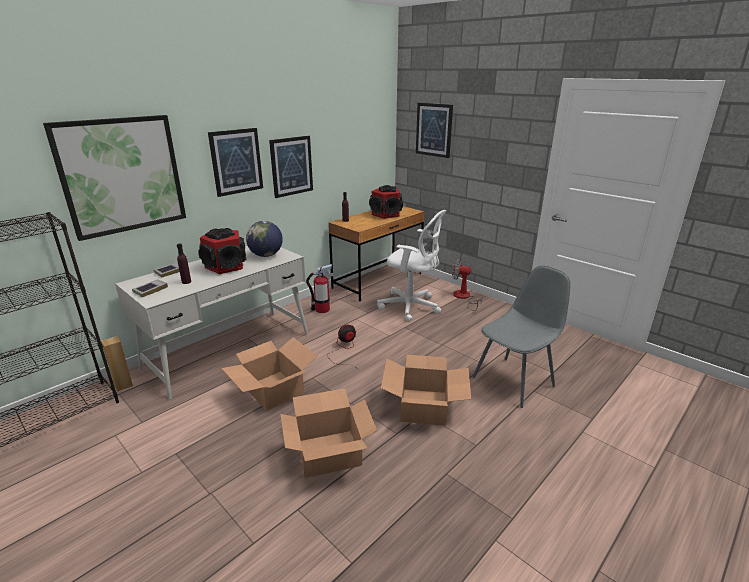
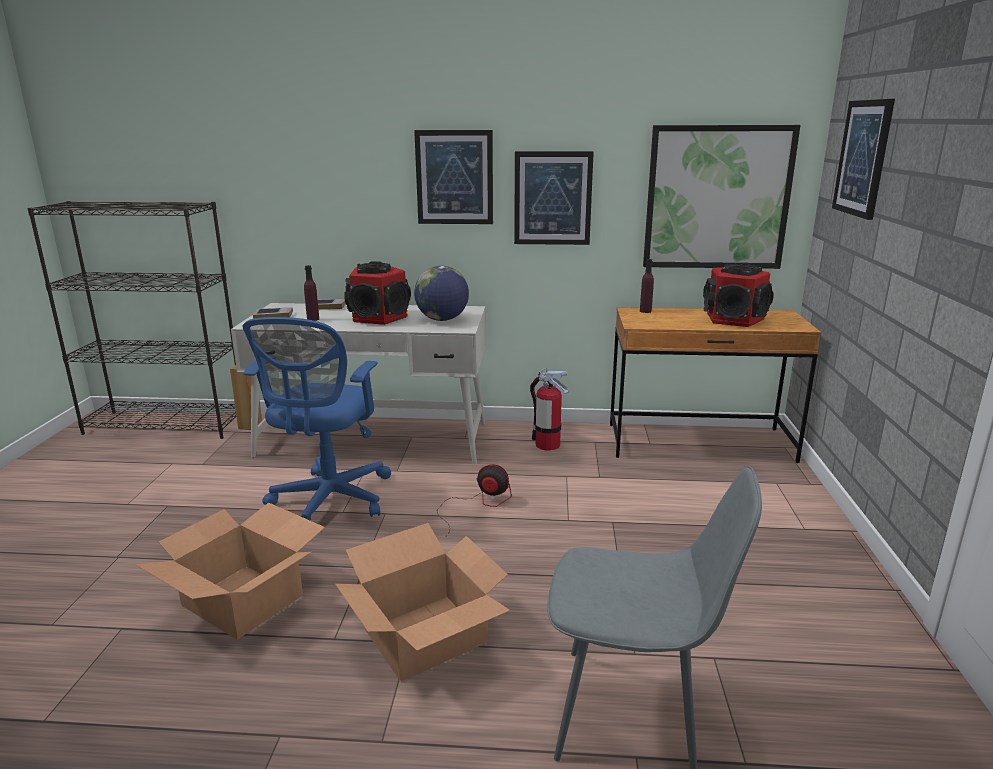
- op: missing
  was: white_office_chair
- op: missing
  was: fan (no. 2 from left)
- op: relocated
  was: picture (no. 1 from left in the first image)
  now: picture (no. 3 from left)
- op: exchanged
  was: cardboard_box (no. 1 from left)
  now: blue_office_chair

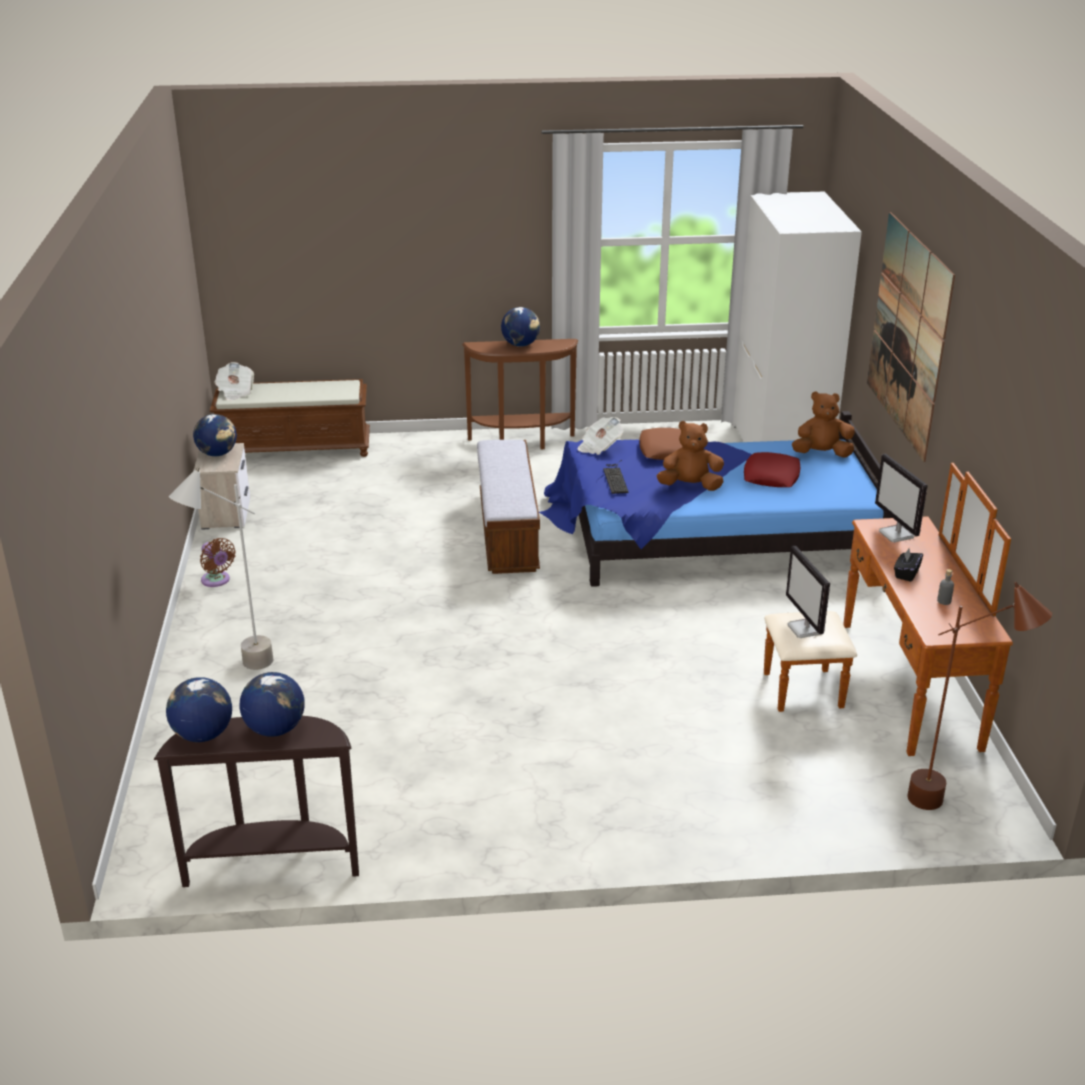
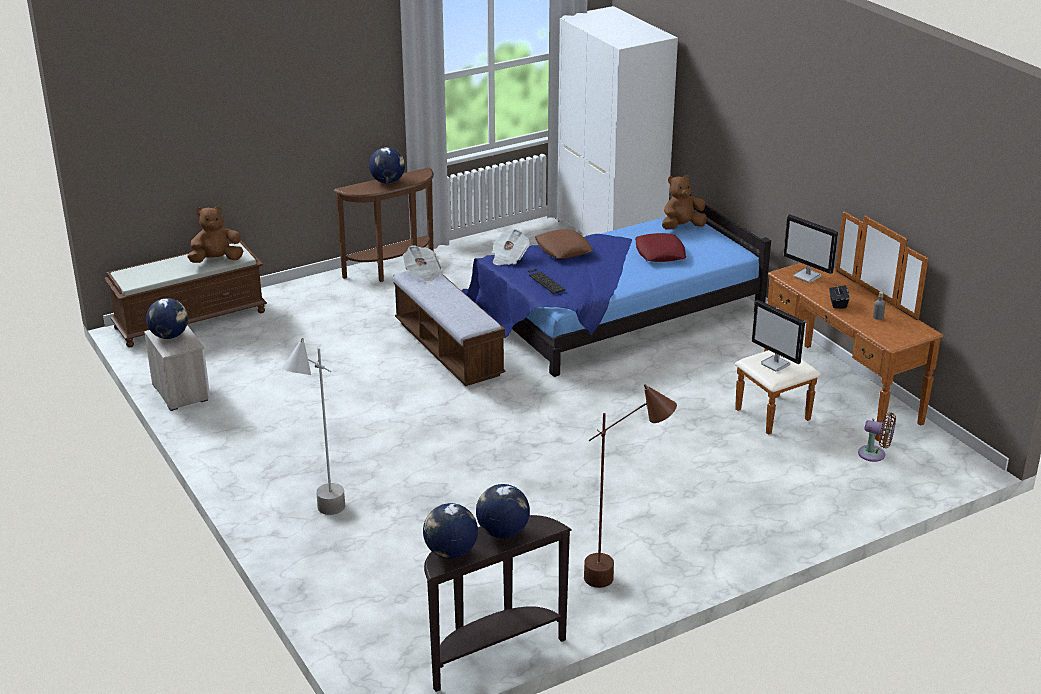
- op: missing
  was: picture
- op: relocated
  was: brown_fan
- op: relocated
  was: newspaper (no. 1 from left)
- op: relocated
  was: brown_plush_toy (no. 1 from left)
- op: relocated
  was: brown_floor_lamp

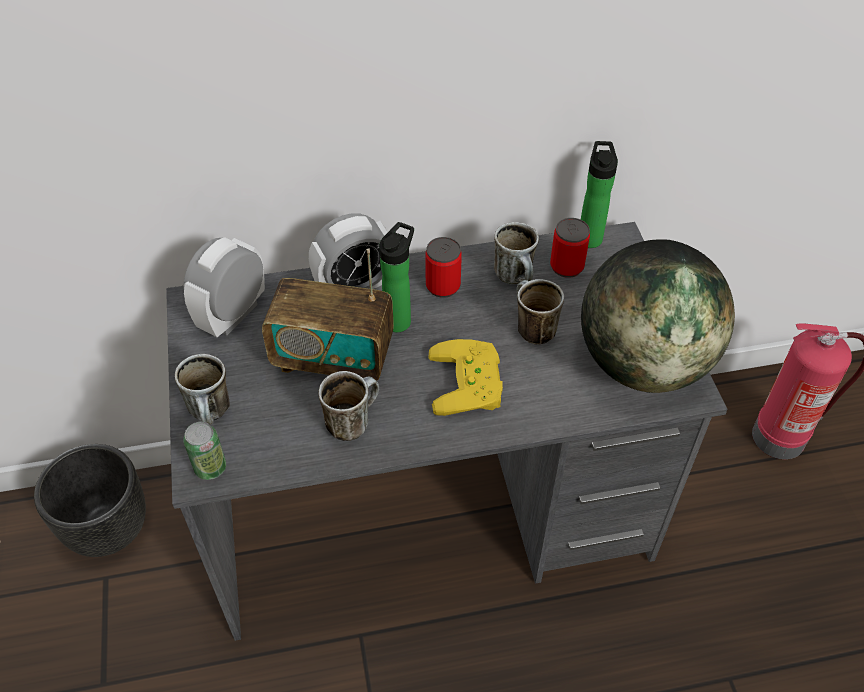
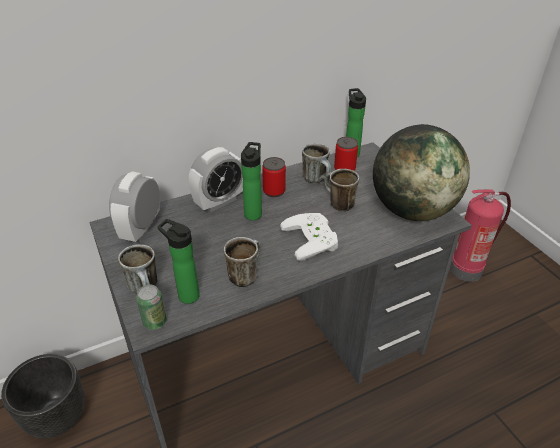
- op: missing
  was: radio
- op: appeared
  now: bottle (no. 1 from left)
- op: colour
  was: yellow_game_controller
  now: white_game_controller

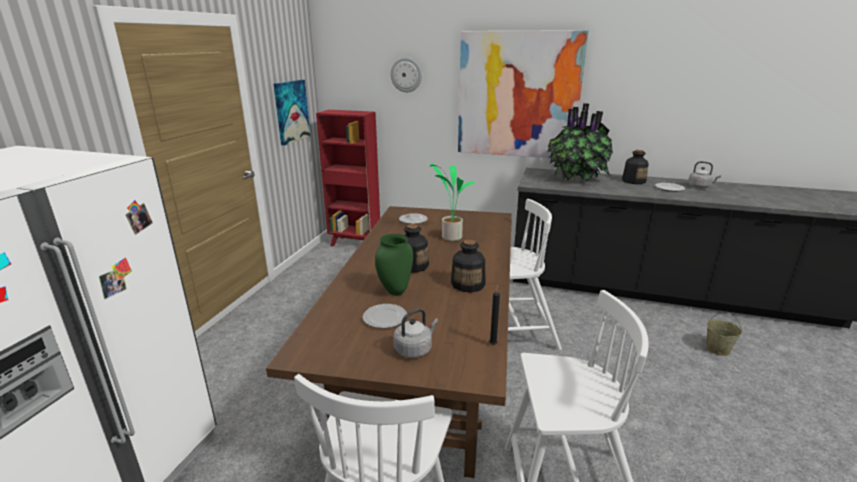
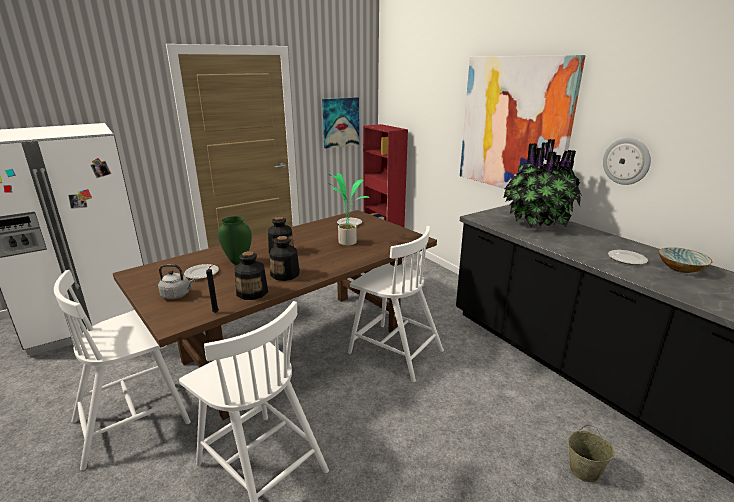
- op: relocated
  was: wall_clock
- op: relocated
  was: bottle (no. 3 from left in the first image)
  now: bottle (no. 1 from left)
- op: exchanged
  was: grey_kettle (no. 2 from left)
  now: bowl

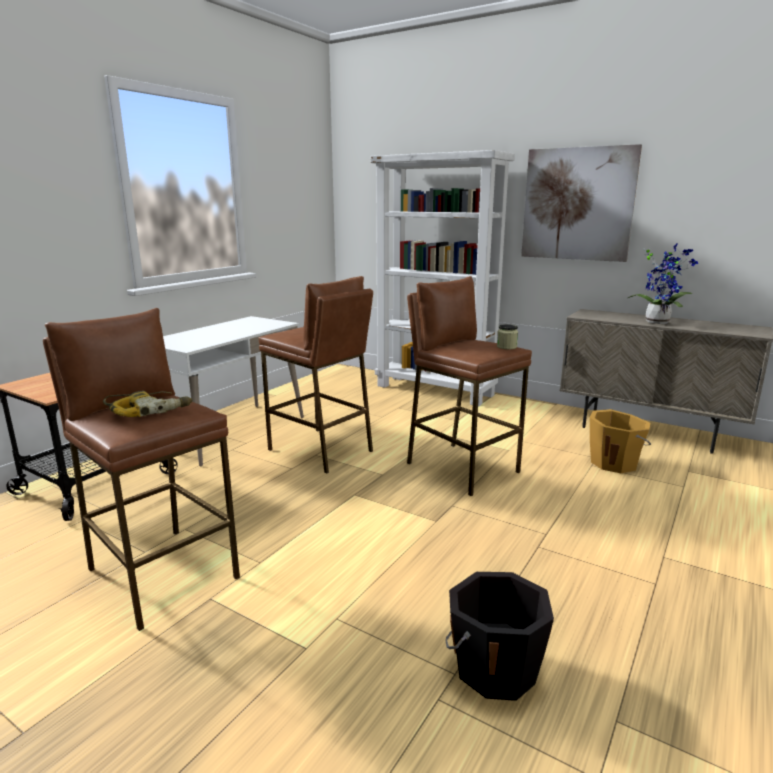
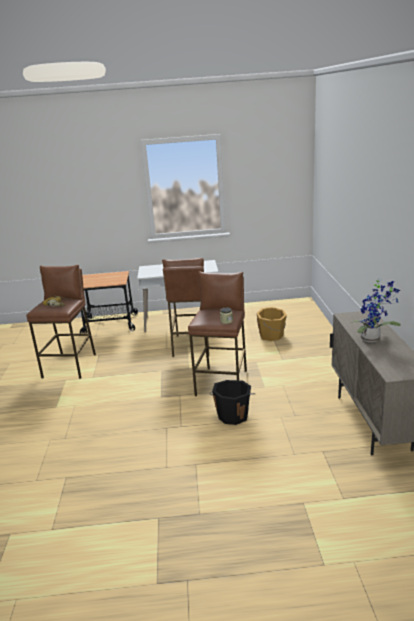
- op: missing
  was: white_bookcase
- op: missing
  was: picture
- op: relocated
  was: black_bucket
- op: relocated
  was: orange_bucket

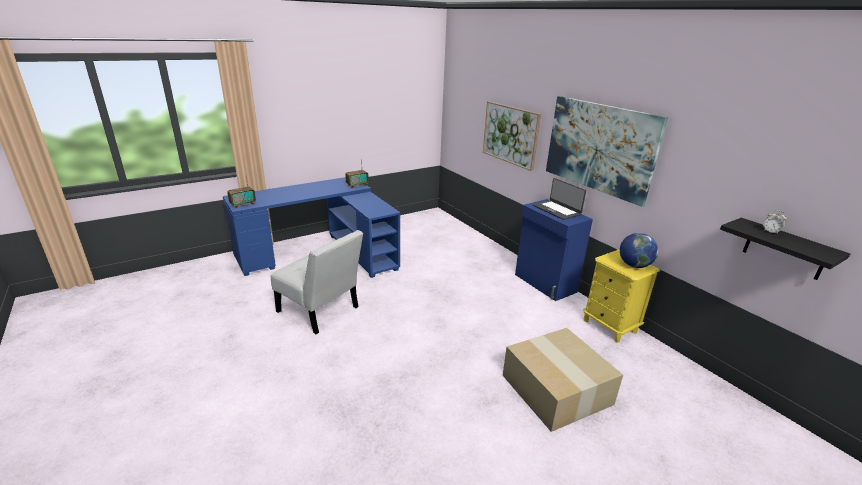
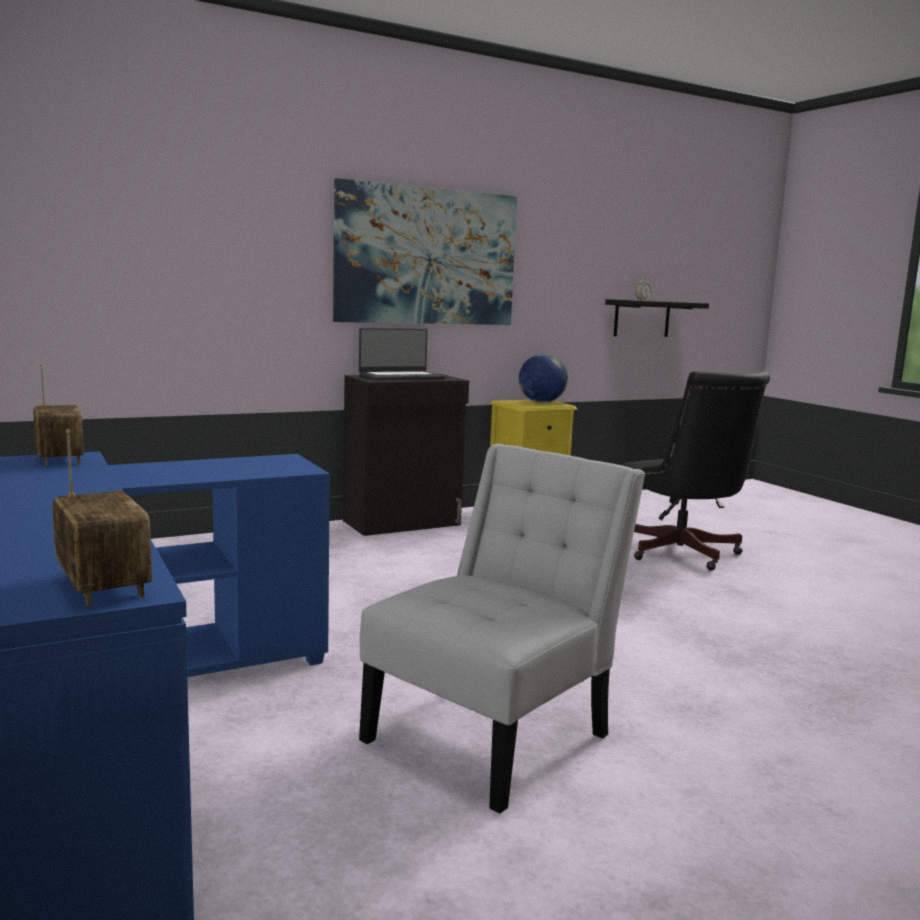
- op: missing
  was: picture (no. 1 from left)
- op: exchanged
  was: cardboard_box
  now: black_office_chair
- op: colour
  was: blue_cabinet
  now: black_cabinet

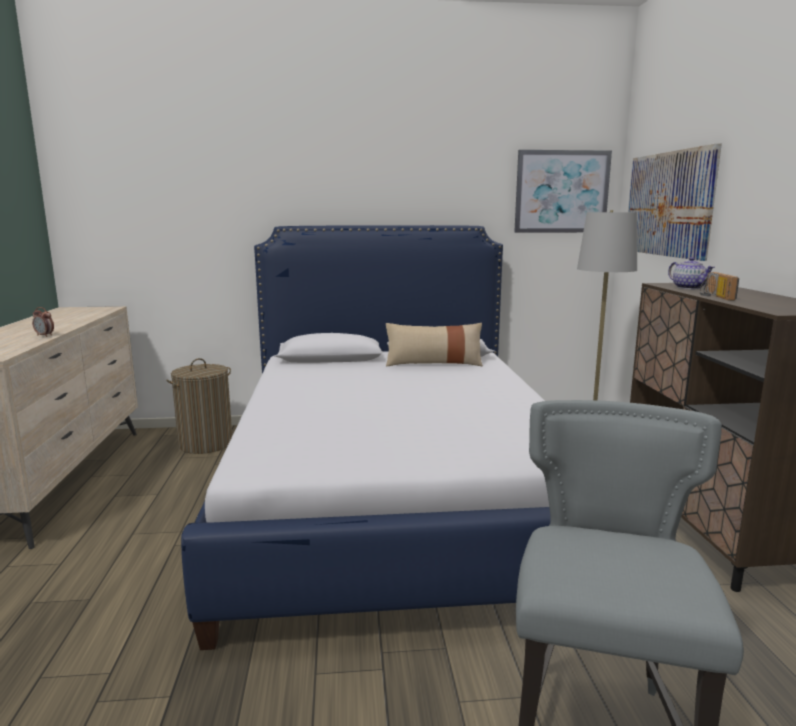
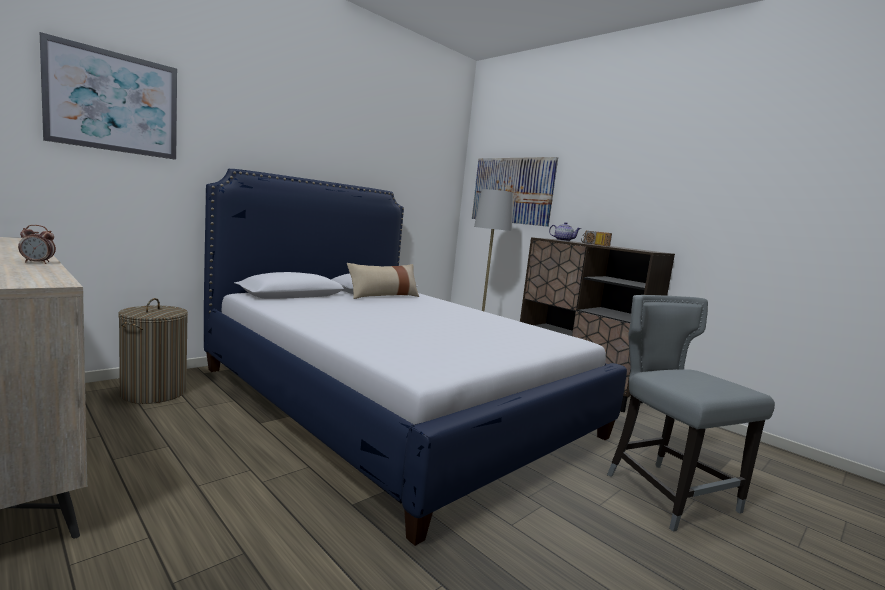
- op: relocated
  was: picture (no. 1 from left)

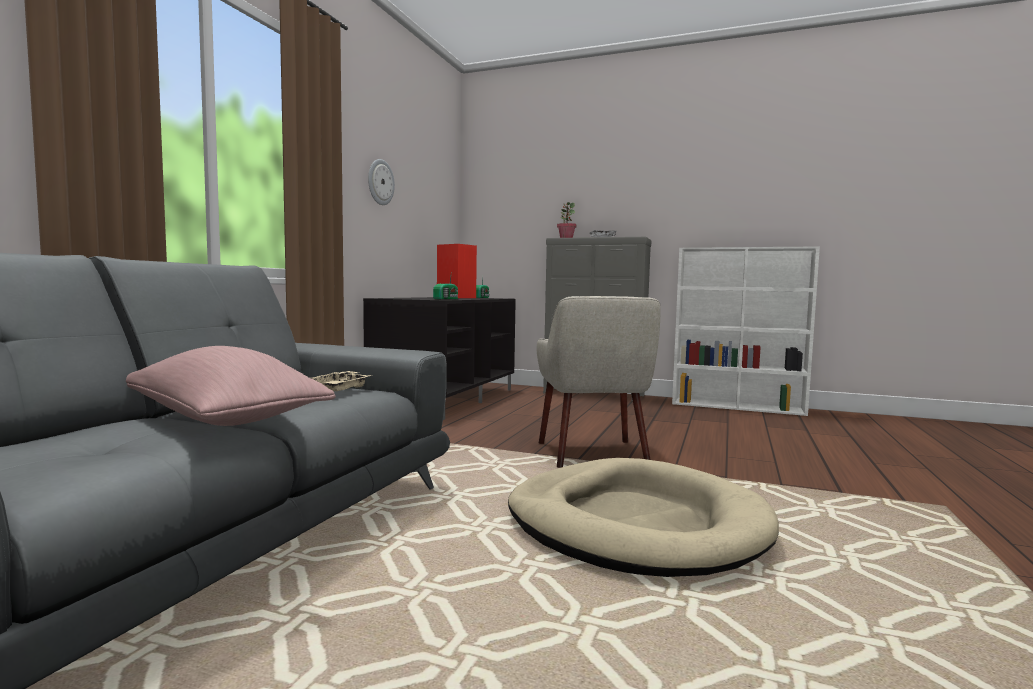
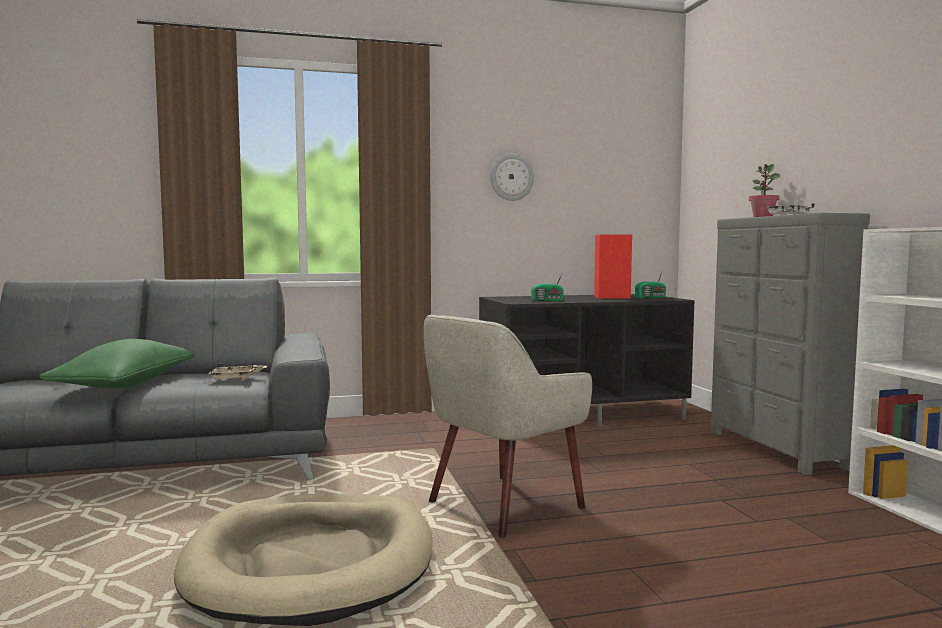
- op: colour
  was: pink_pillow
  now: green_pillow

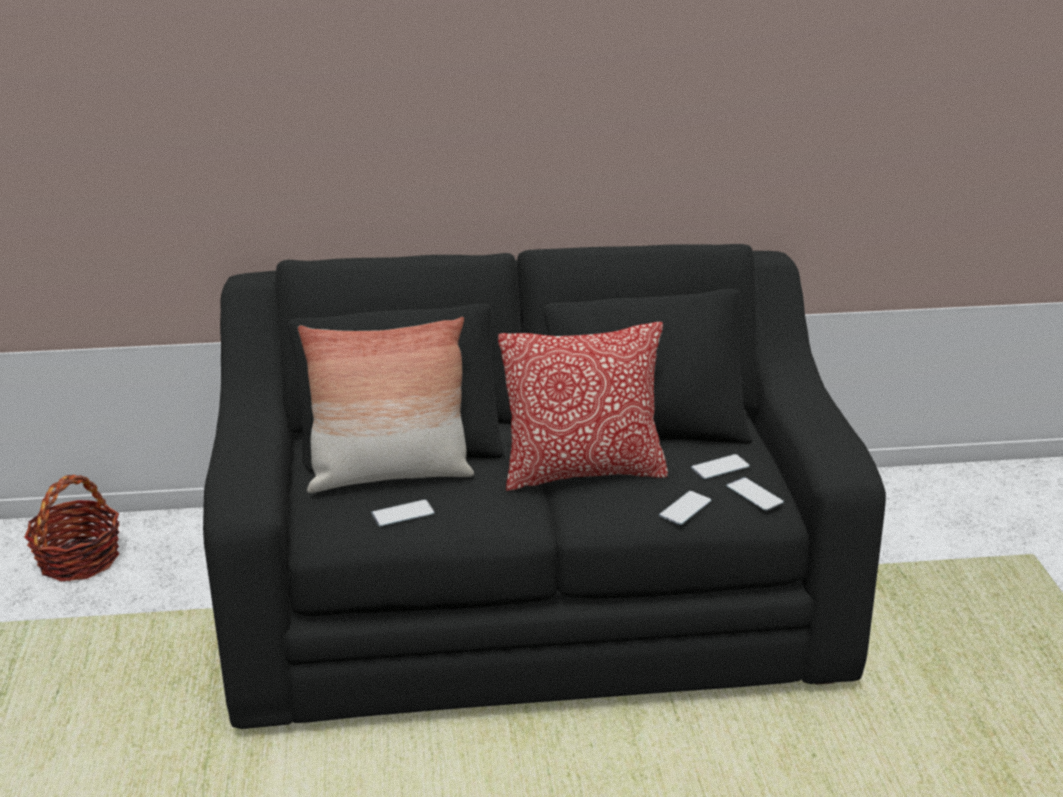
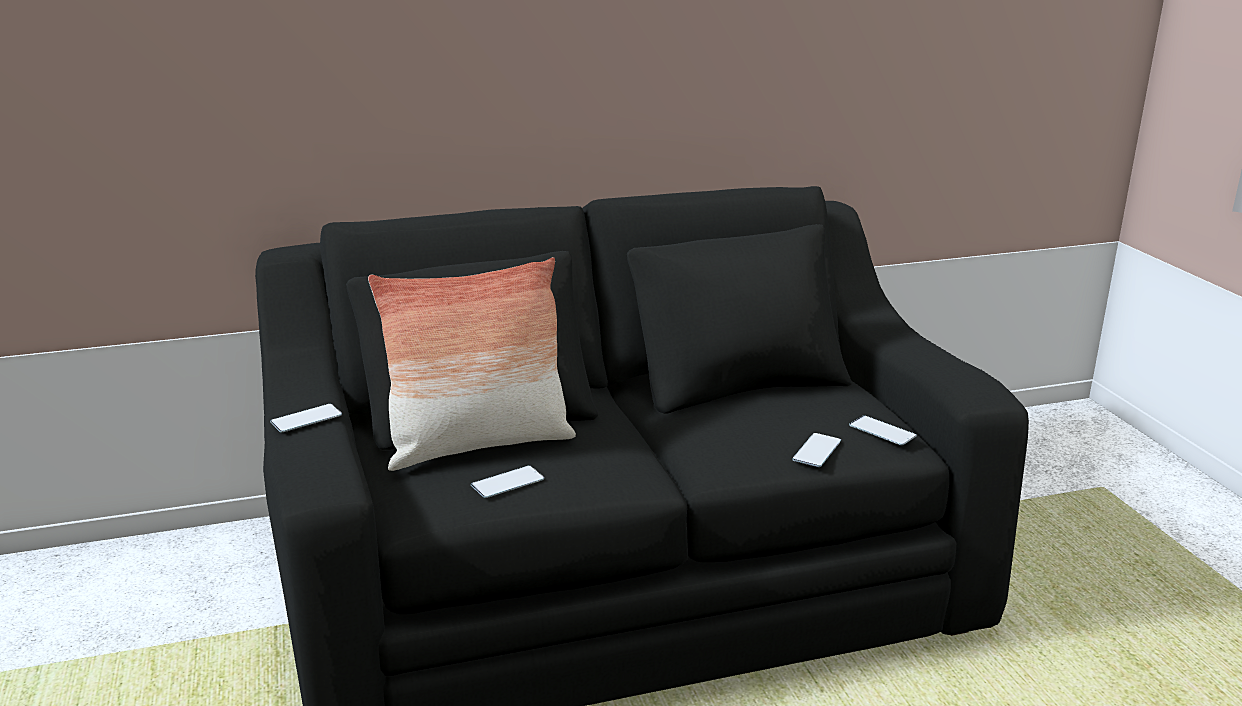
- op: missing
  was: basket
- op: missing
  was: pillow (no. 2 from left)
- op: relocated
  was: phone (no. 3 from left in the first image)
  now: phone (no. 1 from left)

